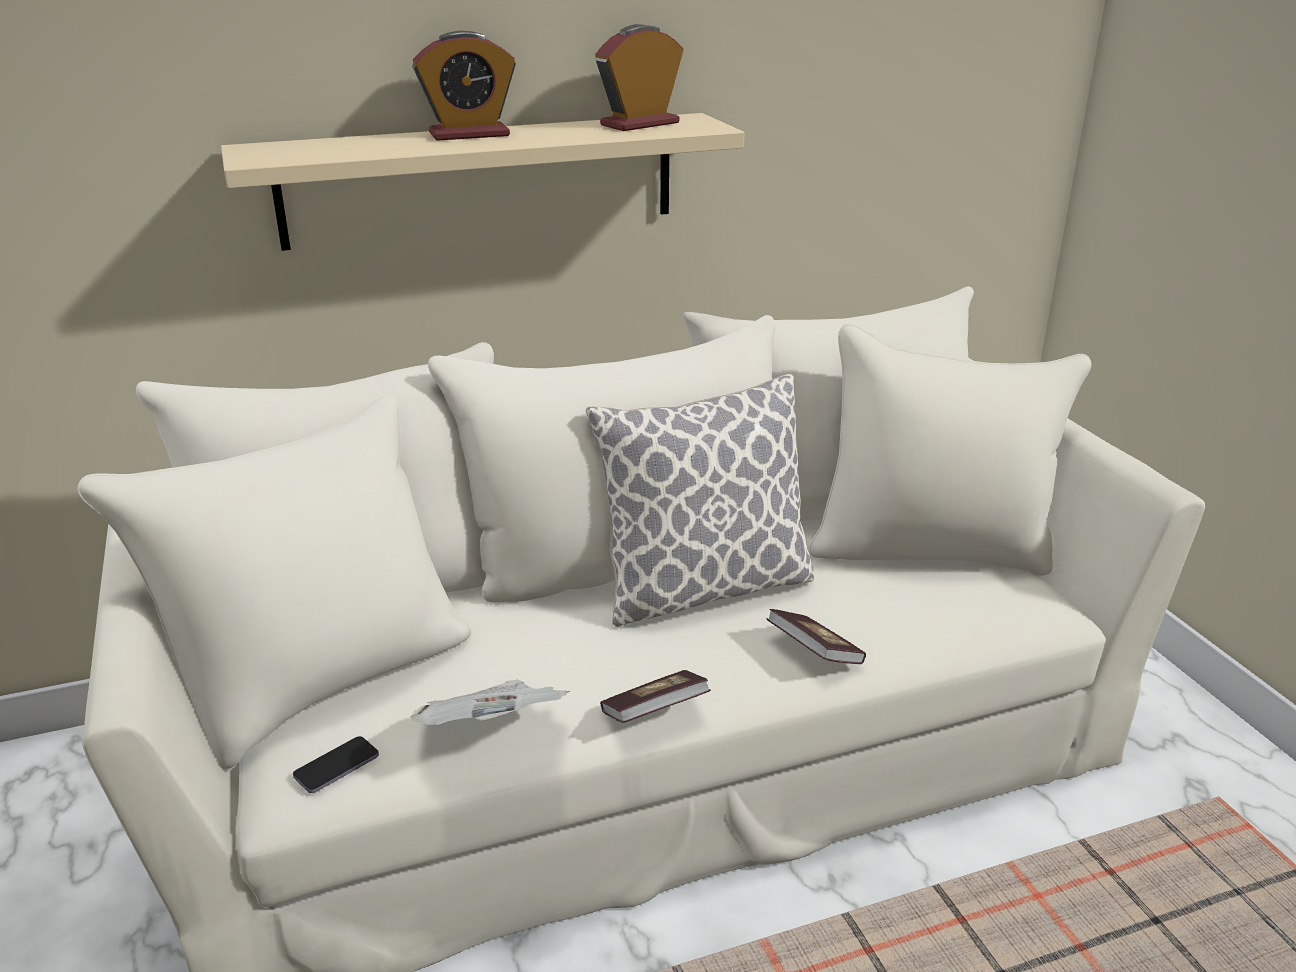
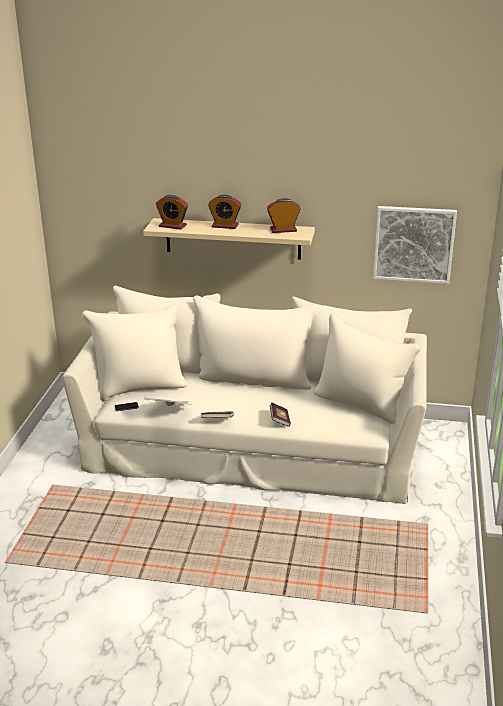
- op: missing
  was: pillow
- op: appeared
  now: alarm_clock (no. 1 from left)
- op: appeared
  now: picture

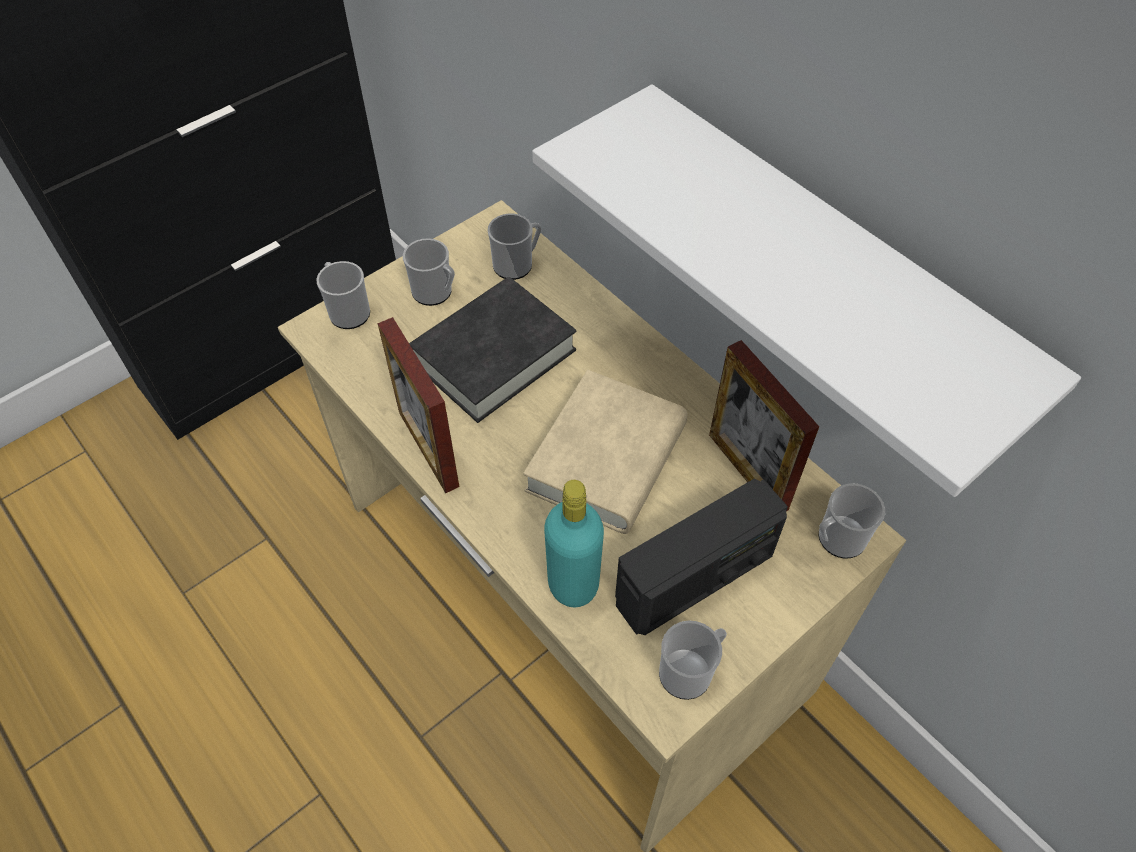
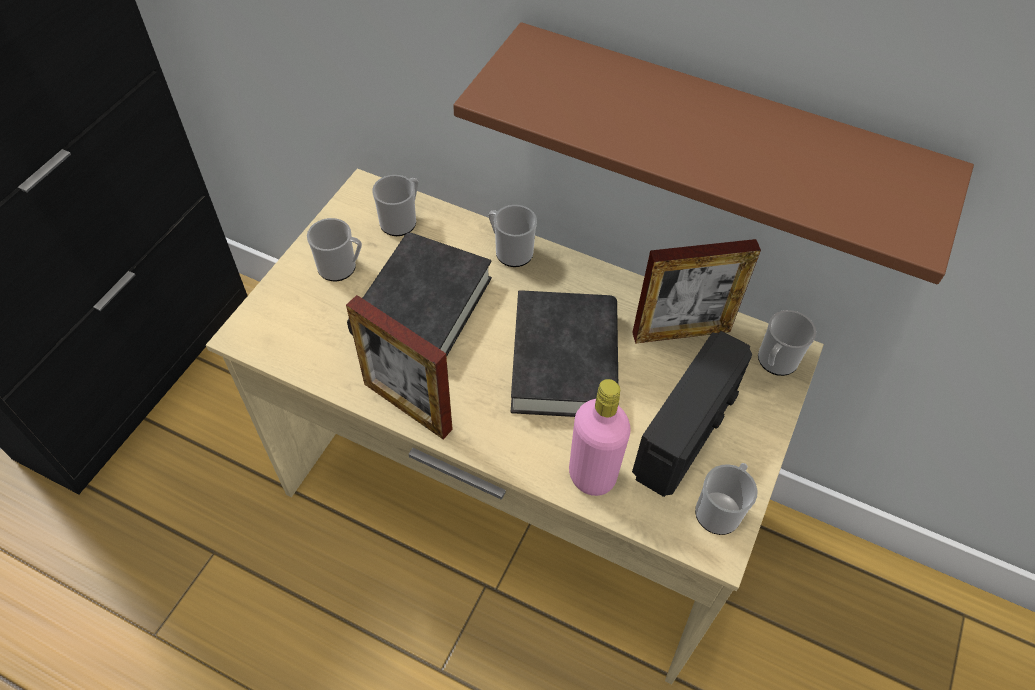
- op: relocated
  was: mug (no. 1 from left in the first image)
  now: mug (no. 3 from left)
- op: colour
  was: beige_book
  now: black_book (no. 2 from left)
- op: colour
  was: white_shelf
  now: brown_shelf
- op: colour
  was: turquoise_bottle
  now: pink_bottle
- op: spun
  was: picture_frame (no. 2 from left)
  clockwise: -45

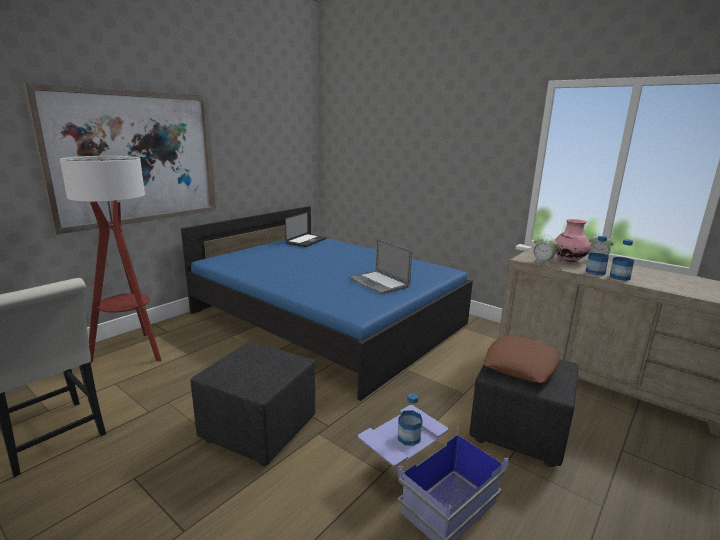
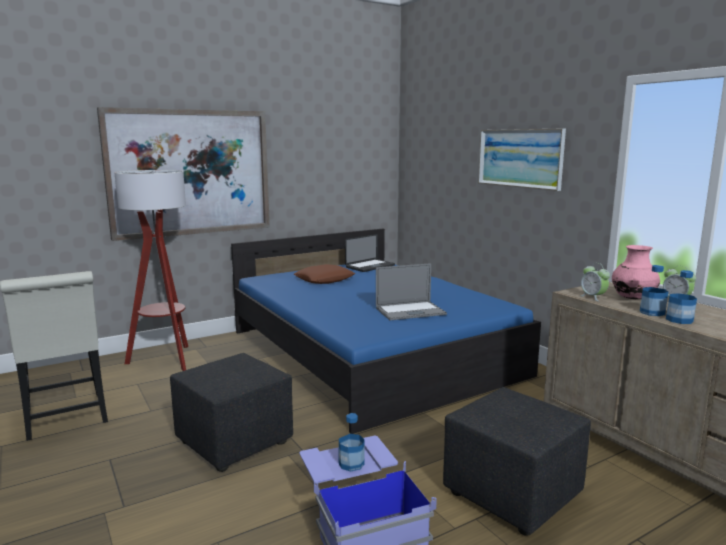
- op: appeared
  now: picture (no. 2 from left)
- op: relocated
  was: brown_pillow
- op: spun
  was: laptop (no. 2 from left)
  clockwise: -90

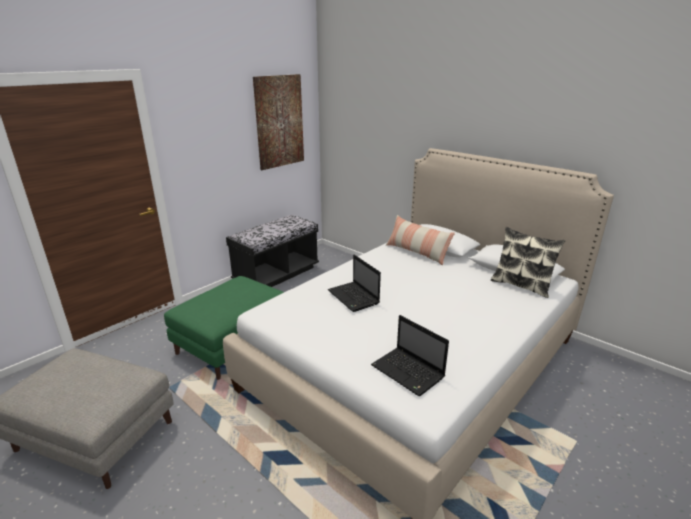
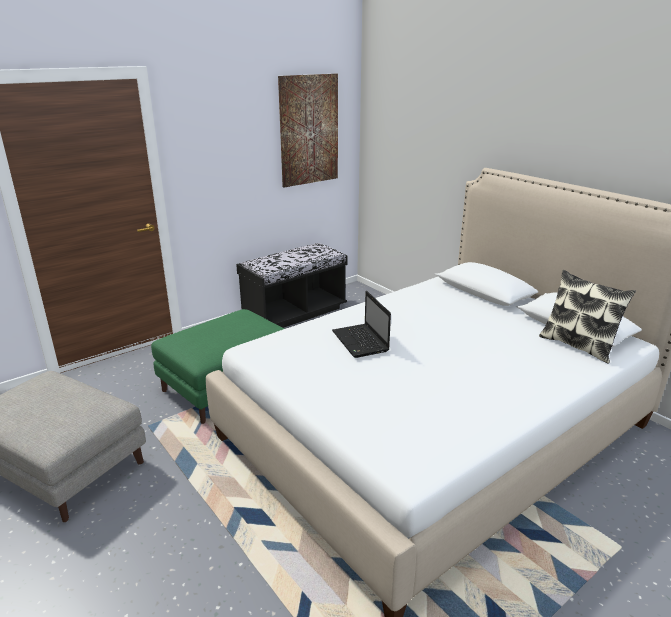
- op: missing
  was: laptop (no. 2 from left)
- op: missing
  was: pillow (no. 1 from left)

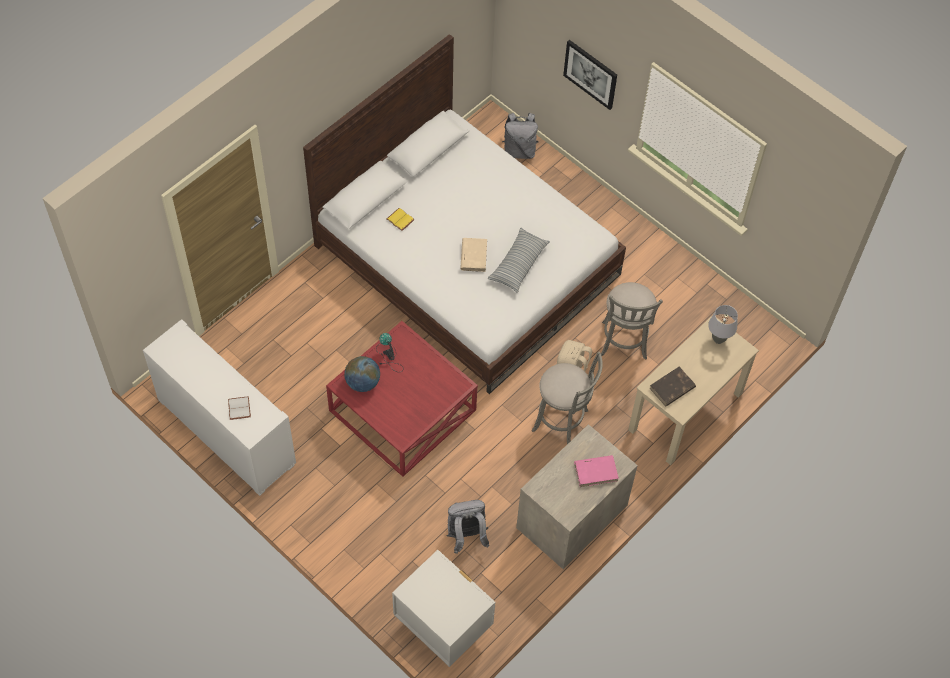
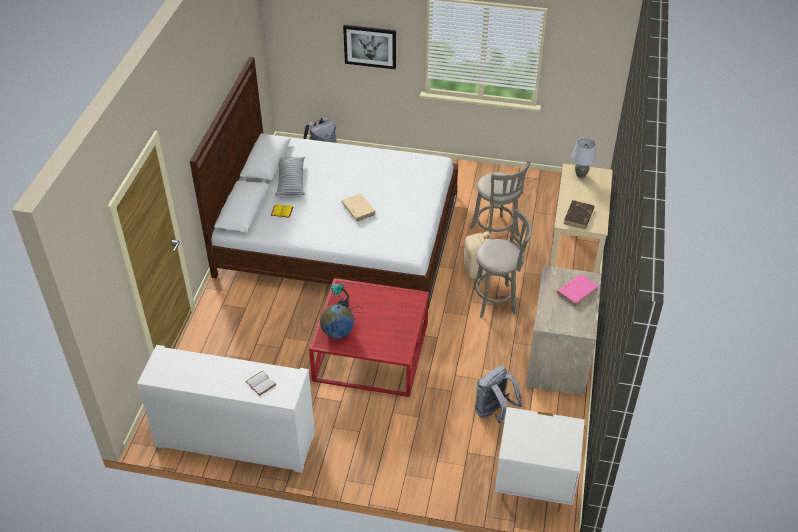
- op: relocated
  was: pillow

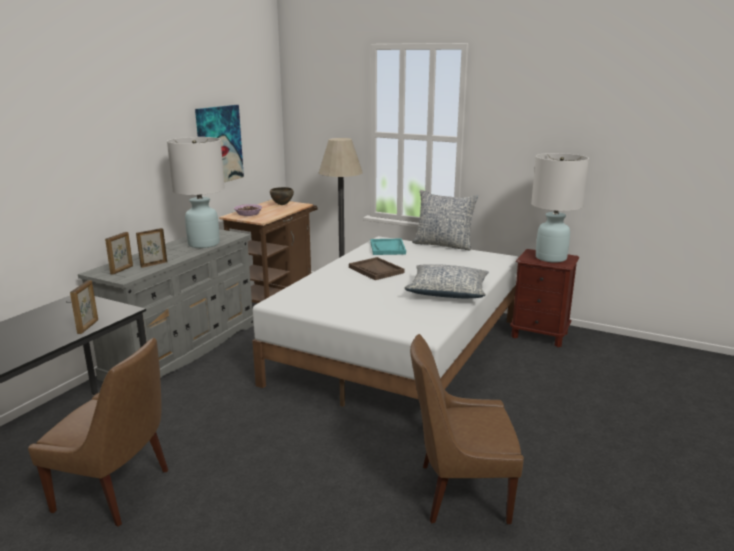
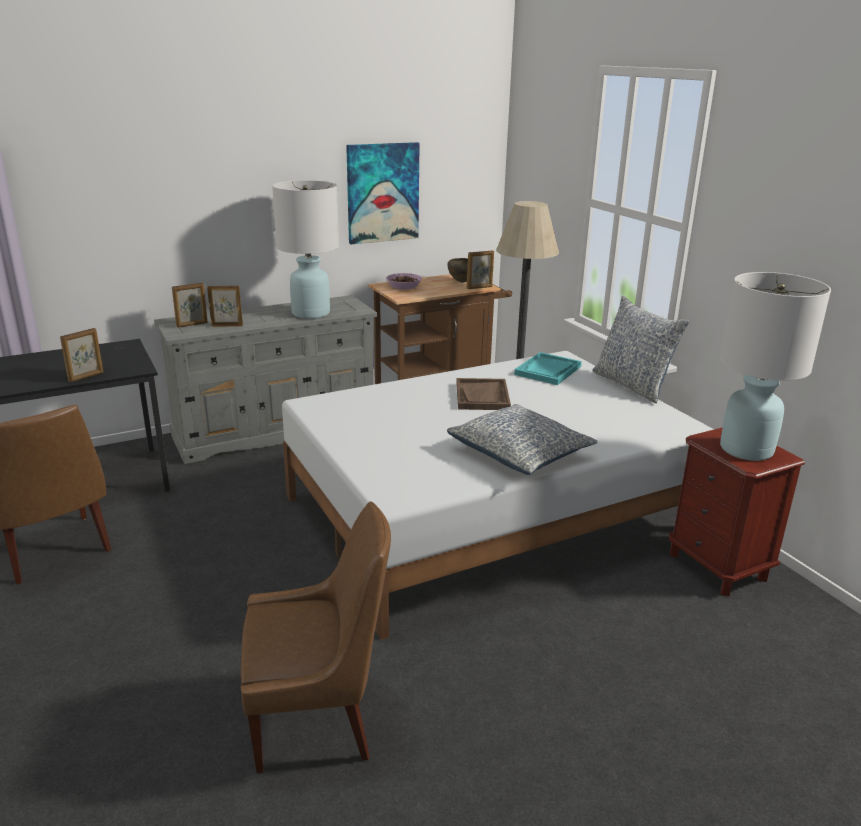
- op: appeared
  now: picture_frame (no. 4 from left)
- op: spun
  was: brown_chair (no. 2 from left)
  clockwise: 135

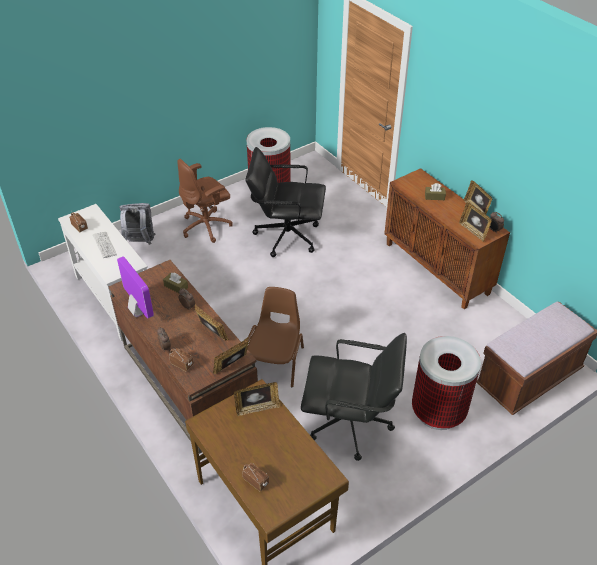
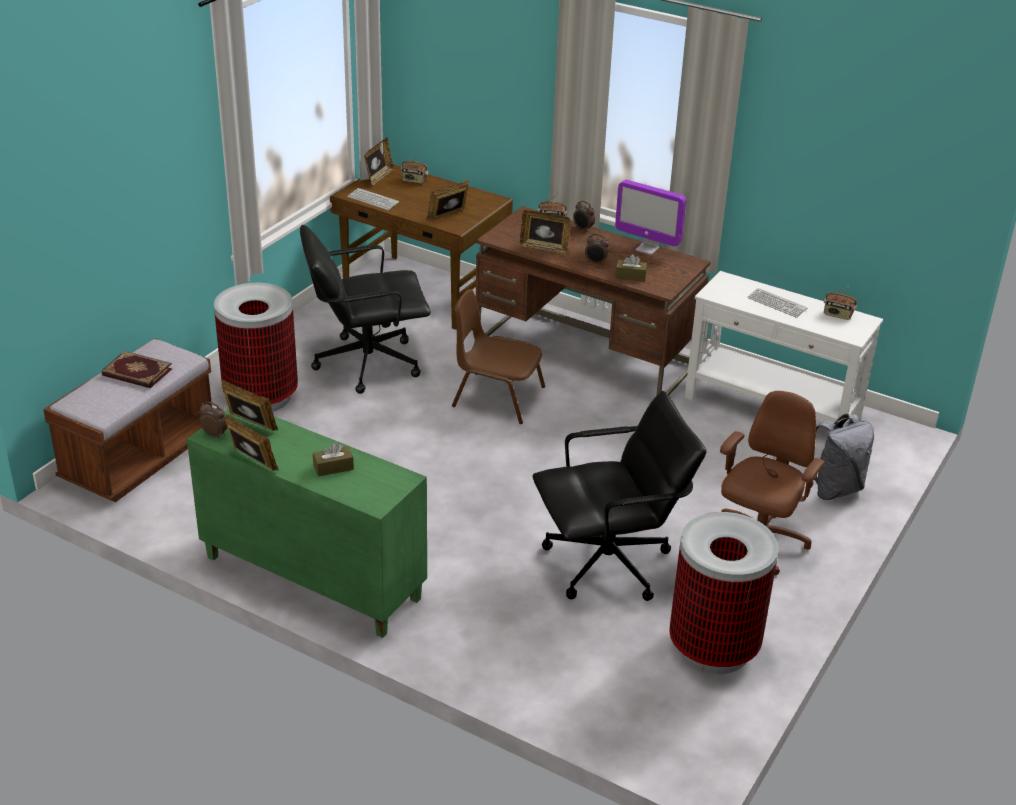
- op: appeared
  now: book
- op: appeared
  now: keyboard (no. 1 from left)
- op: relocated
  was: picture_frame (no. 2 from left in the first image)
  now: picture_frame (no. 3 from left)
- op: colour
  was: brown_cabinet
  now: green_cabinet
- op: spun
  was: brown_chair
  clockwise: 120

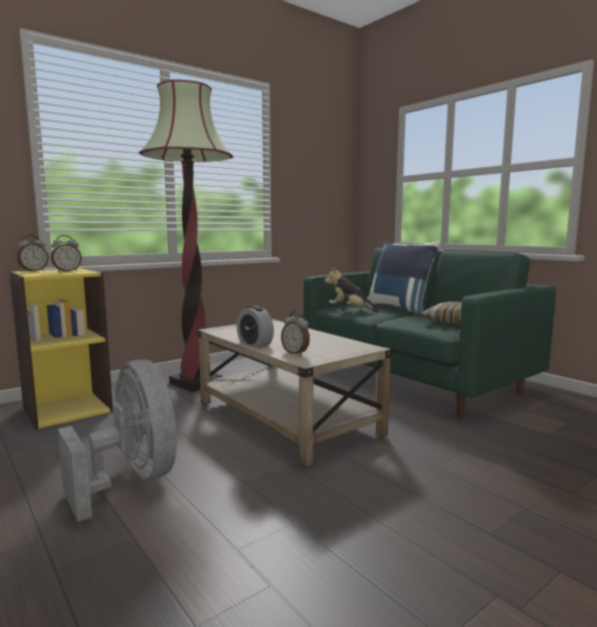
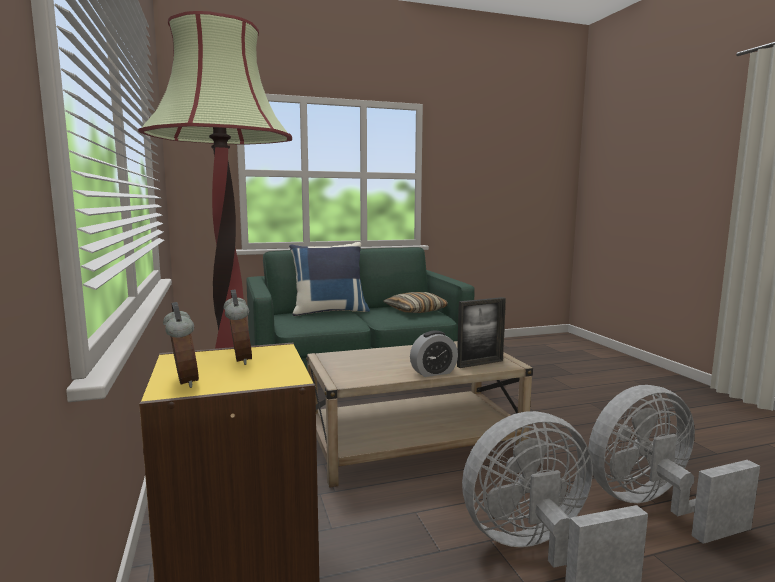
- op: missing
  was: plush_toy
- op: appeared
  now: grey_fan (no. 2 from left)
- op: exchanged
  was: alarm_clock (no. 4 from left)
  now: picture_frame

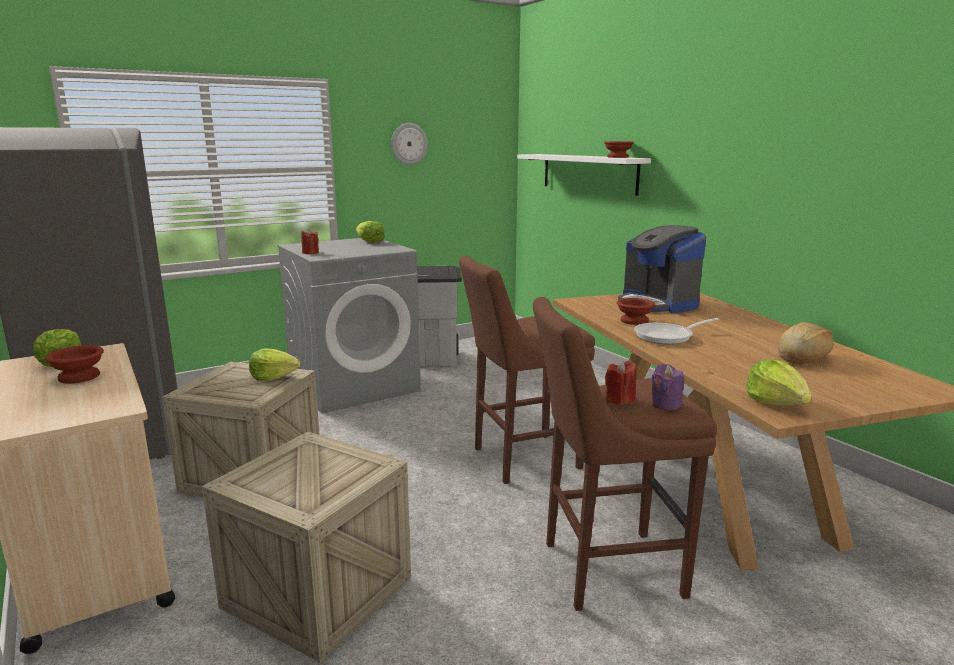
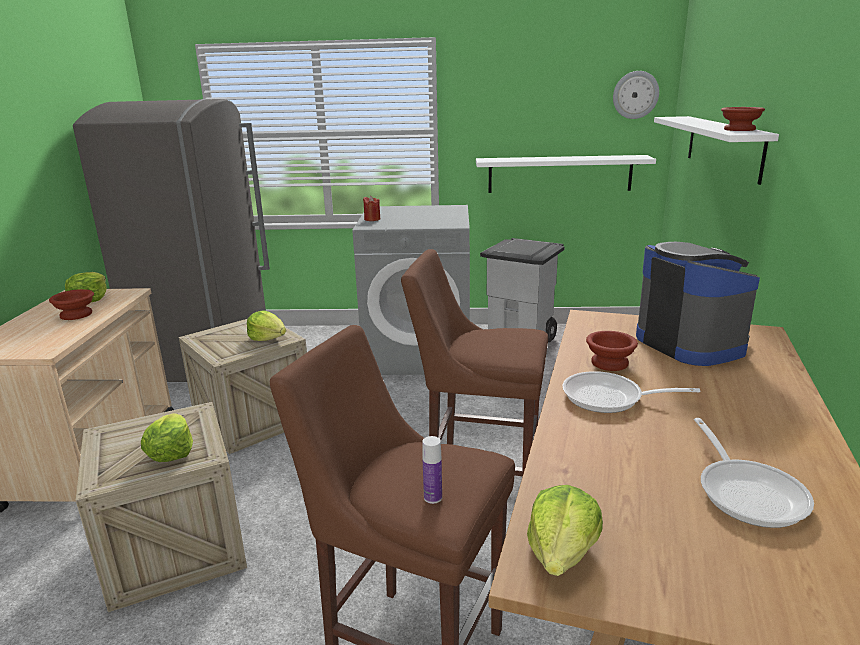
- op: missing
  was: red_candle (no. 2 from left)
- op: appeared
  now: white_shelf (no. 1 from left)
- op: relocated
  was: lettuce (no. 3 from left in the first image)
  now: lettuce (no. 2 from left)
- op: relocated
  was: wall_clock
- op: exchanged
  was: purple_candle
  now: bottle
- op: exchanged
  was: bread
  now: frying_pan (no. 2 from left)
- op: spun
  was: coffee_machine
  clockwise: 150

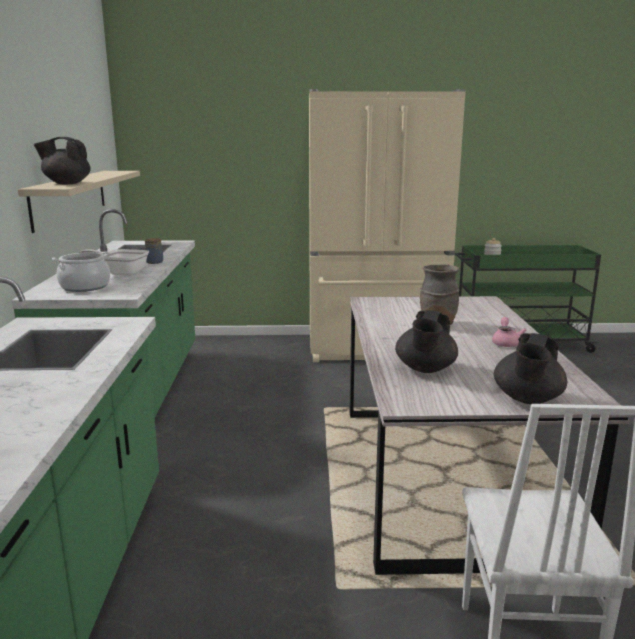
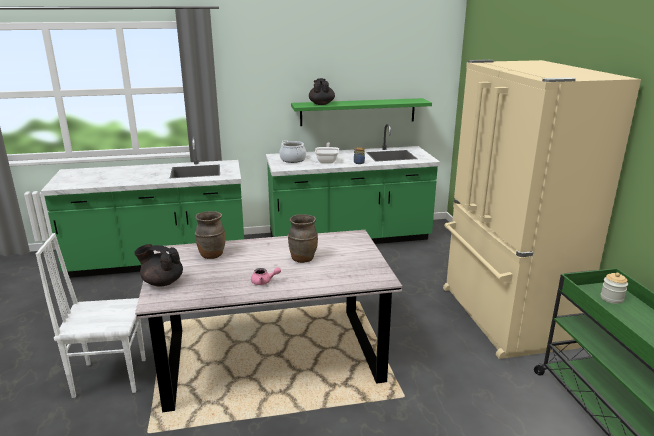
- op: exchanged
  was: black_teapot (no. 2 from left)
  now: brown_vase (no. 1 from left)
- op: colour
  was: beige_shelf
  now: green_shelf

